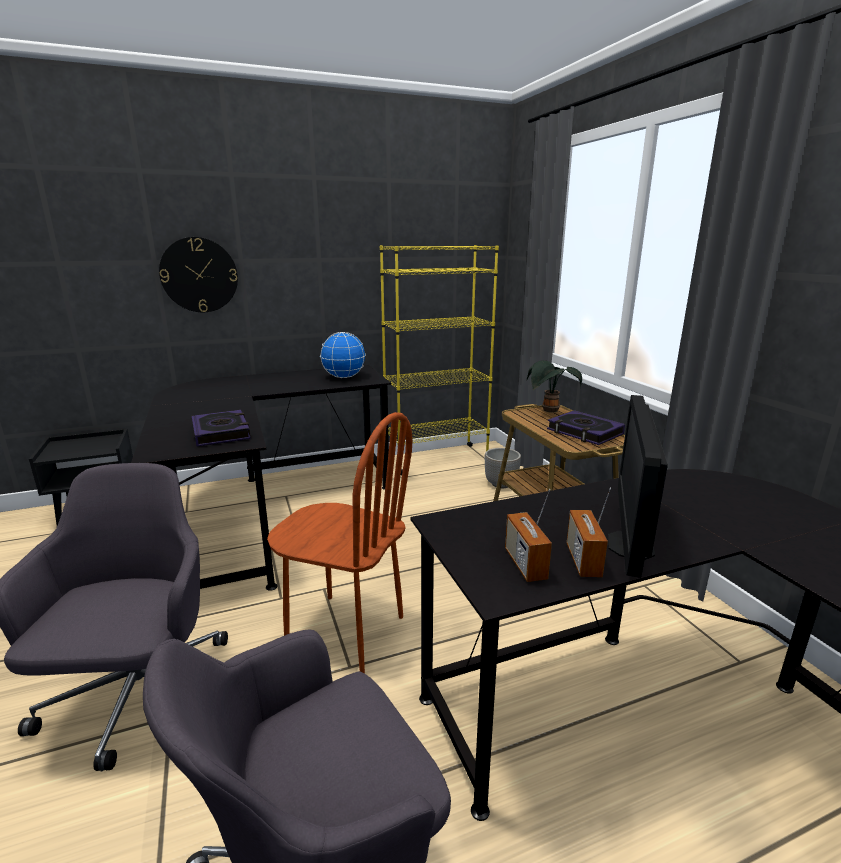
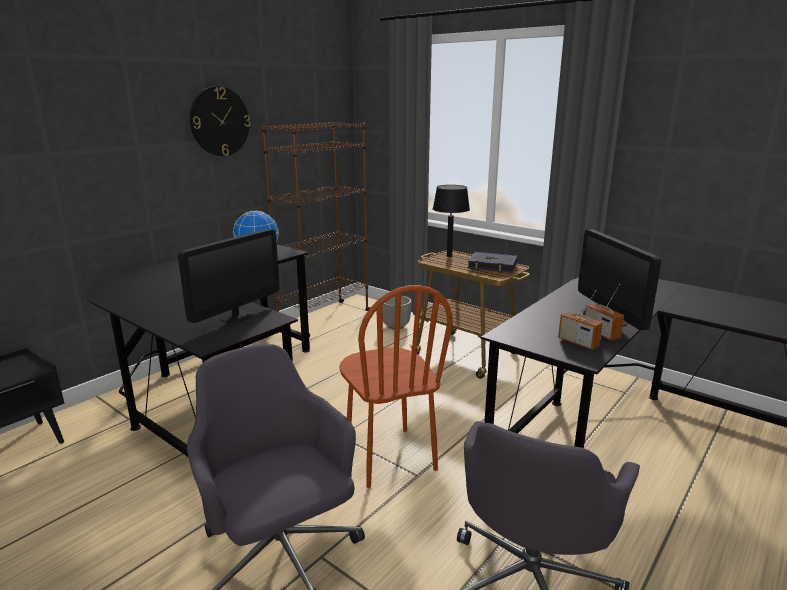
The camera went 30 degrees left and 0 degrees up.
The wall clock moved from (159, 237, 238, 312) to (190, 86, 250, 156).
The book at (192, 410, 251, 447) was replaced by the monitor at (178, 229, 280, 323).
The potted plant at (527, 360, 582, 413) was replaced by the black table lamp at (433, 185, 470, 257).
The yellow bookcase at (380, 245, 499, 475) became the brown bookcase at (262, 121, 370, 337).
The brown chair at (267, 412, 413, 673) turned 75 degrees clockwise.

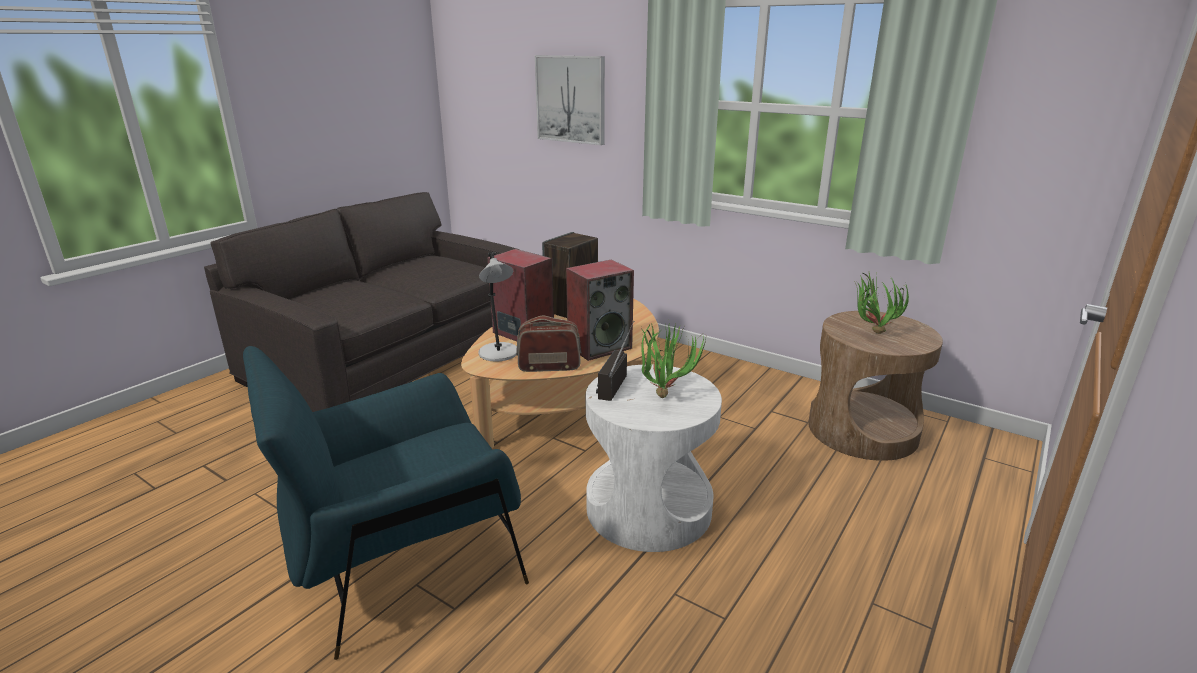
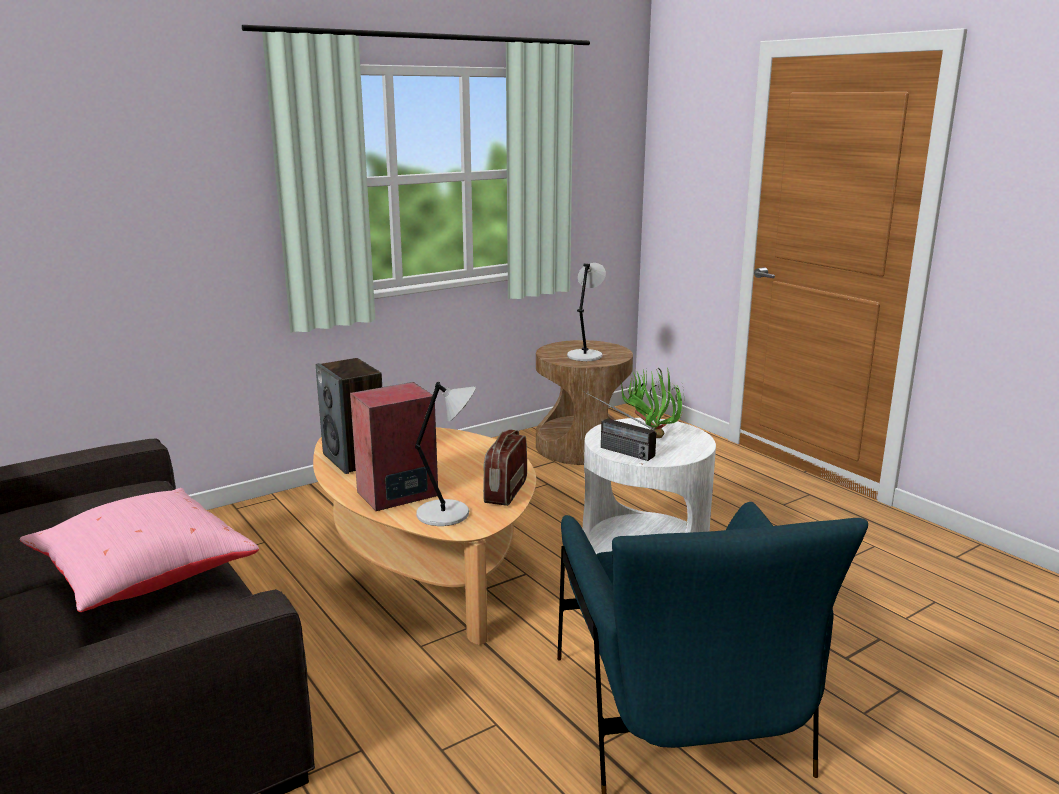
The camera went 70 degrees left and 5 degrees down.
The picture at (535, 55, 605, 145) disappeared.
The speaker at (566, 259, 634, 361) disappeared.
The pink pillow at (20, 488, 259, 612) appeared.
The potted plant at (853, 273, 909, 334) was replaced by the grey table lamp at (567, 263, 606, 361).

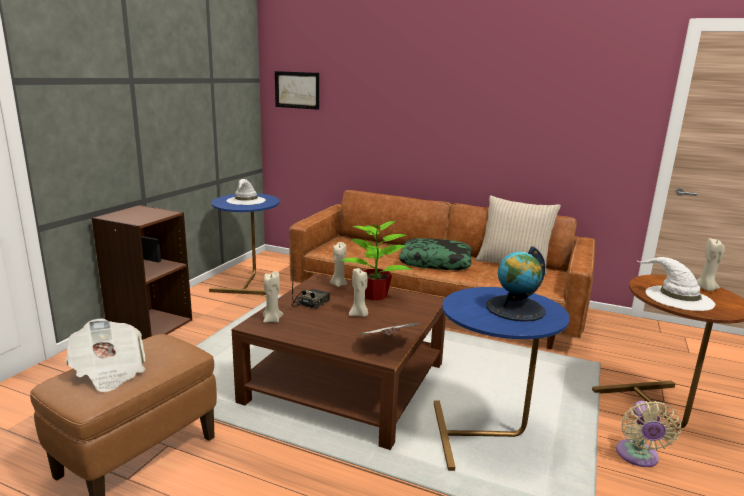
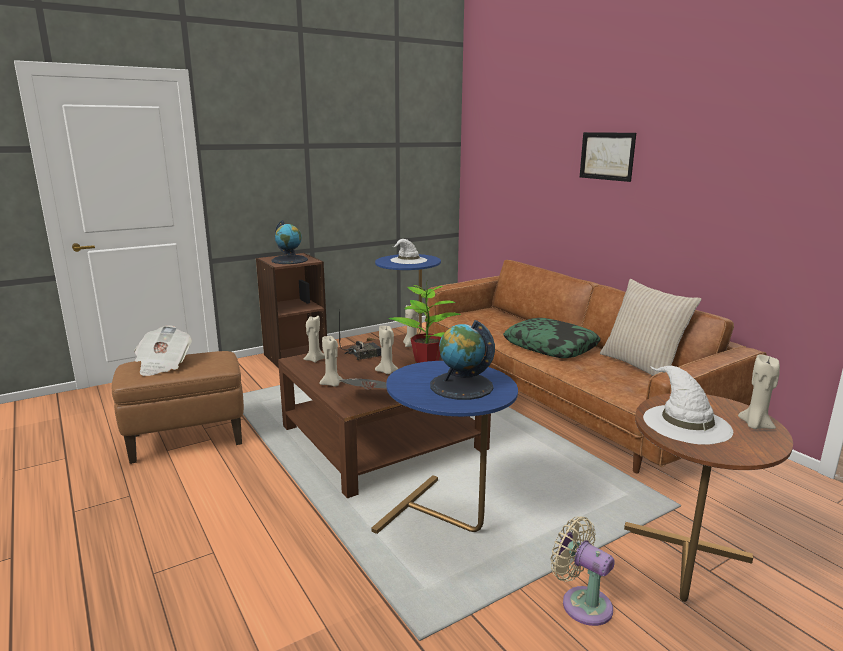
The camera went 35 degrees right and 0 degrees up.
The globe at (271, 220, 308, 264) appeared.
The beige candle at (319, 336, 343, 386) appeared.
The picture moved from (275, 71, 319, 110) to (580, 132, 636, 182).
The beige fan at (616, 401, 681, 467) turned 90 degrees clockwise.

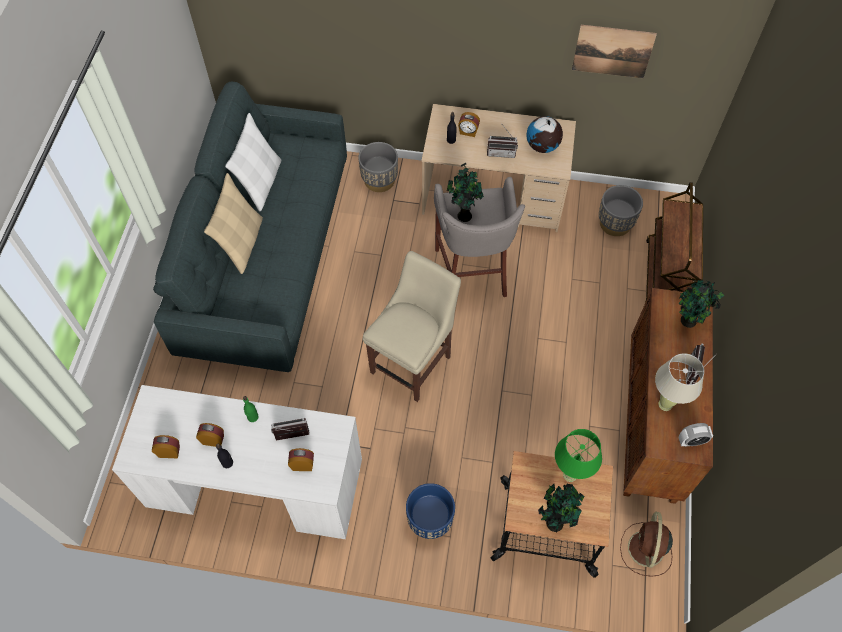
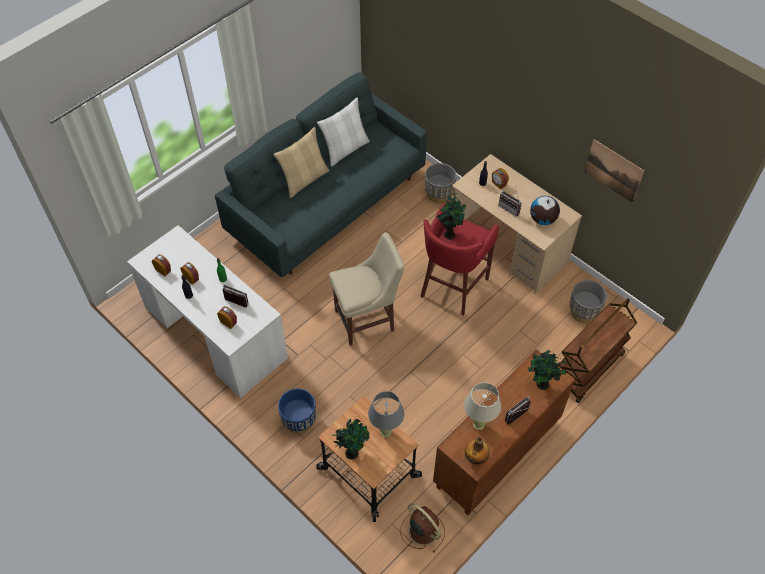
The camera went 35 degrees right and 5 degrees down.
The alarm clock at (678, 423, 713, 447) was replaced by the bottle at (465, 437, 490, 464).
The grey stool at (434, 177, 525, 297) became the red stool at (420, 203, 499, 316).
The green table lamp at (555, 429, 602, 482) became the grey table lamp at (368, 391, 404, 437).
The brown fan at (620, 512, 673, 577) turned 90 degrees clockwise.

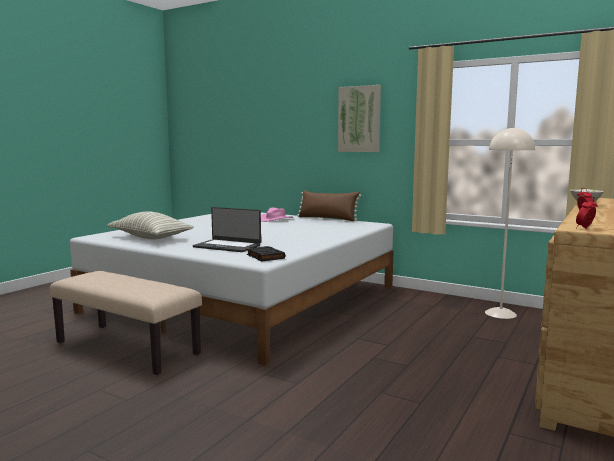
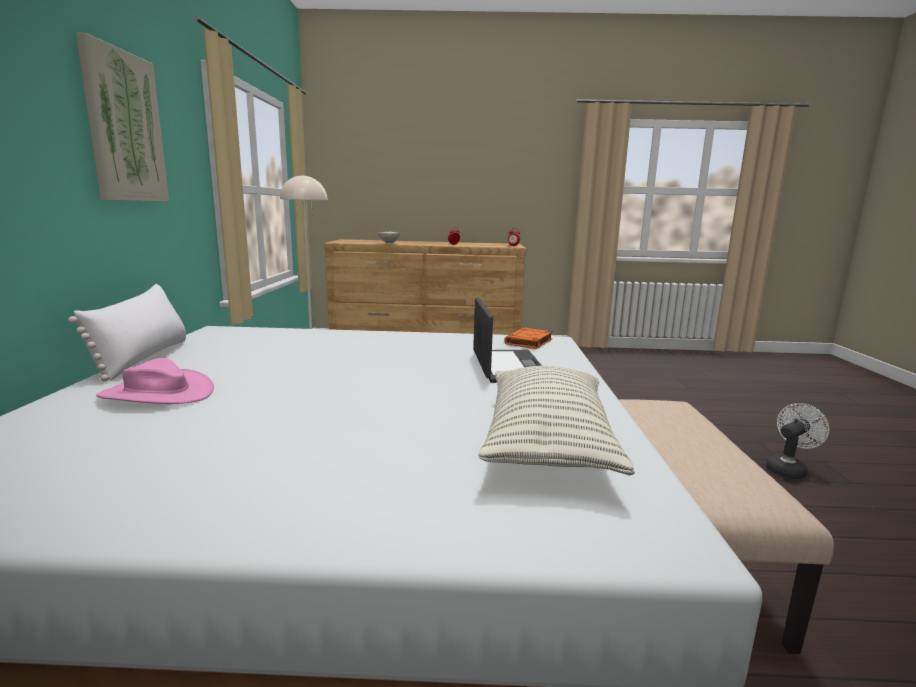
The camera went 120 degrees left and 5 degrees up.
The white fan at (766, 403, 829, 479) appeared.
The black book at (247, 246, 286, 261) became the orange book at (504, 328, 553, 349).
The brown pillow at (297, 190, 361, 221) became the white pillow at (68, 284, 186, 382).

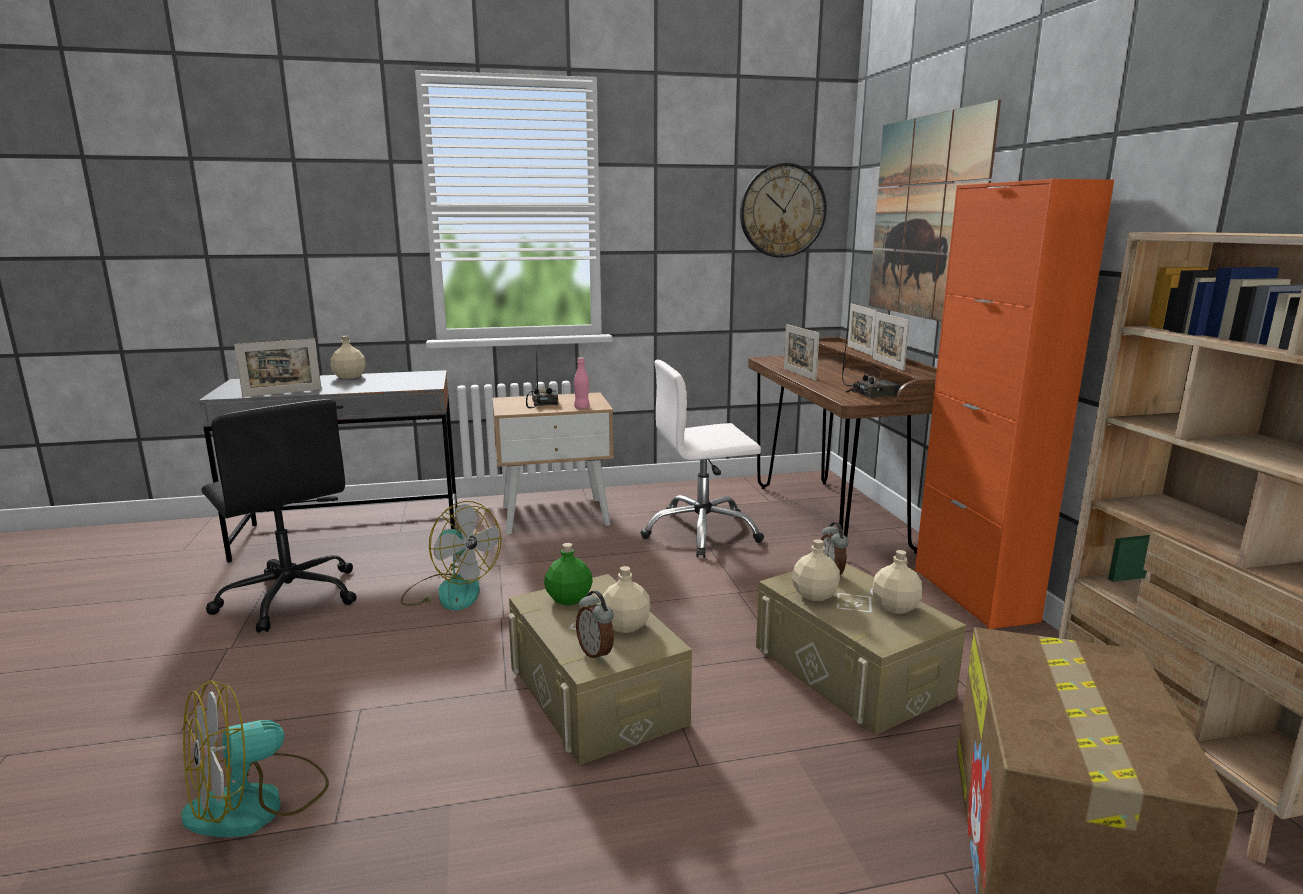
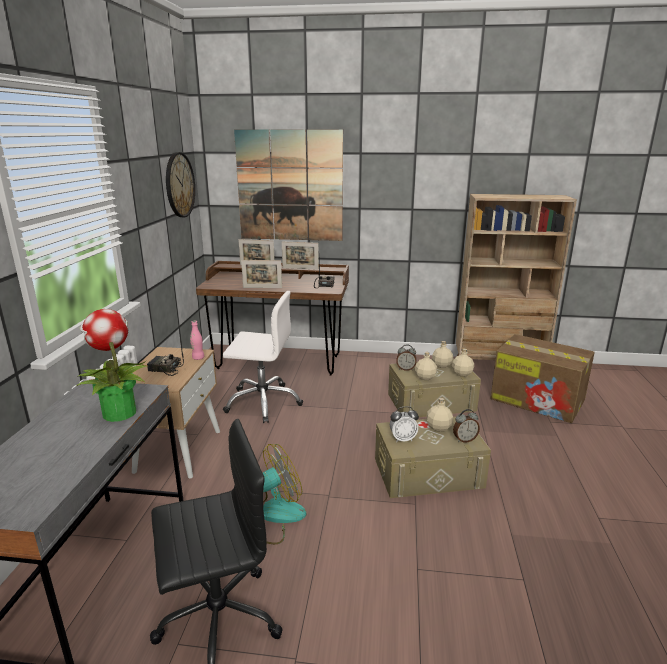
The camera went 70 degrees left and 5 degrees up.
The fan at (181, 680, 329, 838) disappeared.
The picture frame at (234, 339, 321, 397) disappeared.
The orange cabinet at (915, 179, 1114, 629) disappeared.
The potted plant at (77, 309, 148, 422) appeared.
The beige bottle moved from (330, 336, 366, 379) to (452, 348, 474, 377).
The green bottle at (544, 543, 593, 605) was replaced by the alarm clock at (390, 406, 419, 442).
The white office chair at (640, 360, 764, 558) turned 90 degrees counterclockwise.

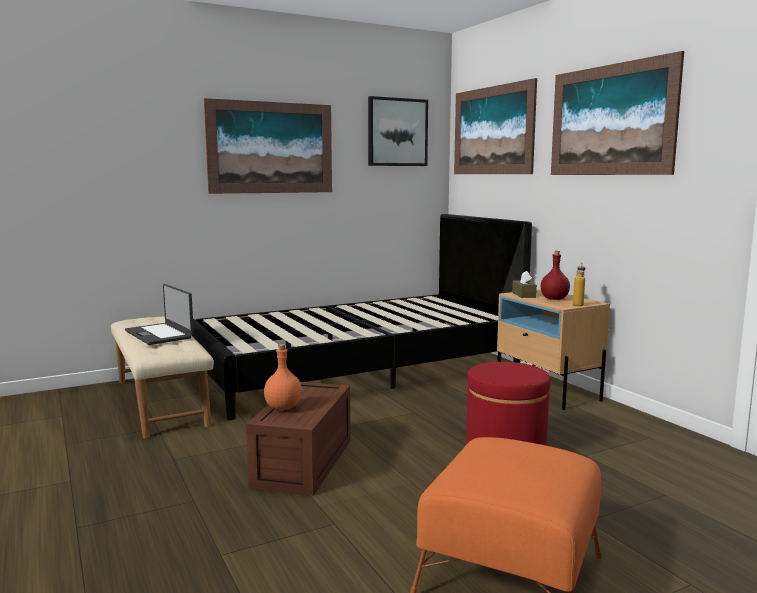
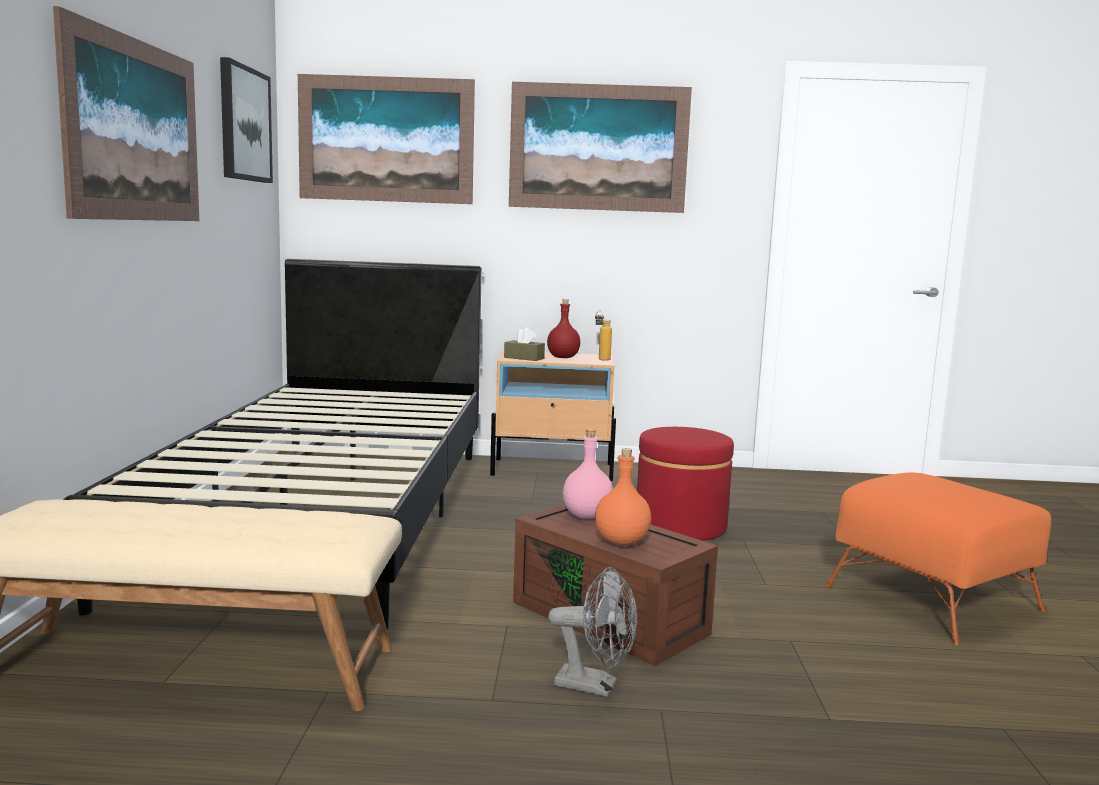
The camera went 60 degrees left and 0 degrees up.
The laptop at (125, 284, 194, 345) disappeared.
The grey fan at (548, 567, 637, 697) appeared.
The pink bottle at (563, 429, 613, 519) appeared.

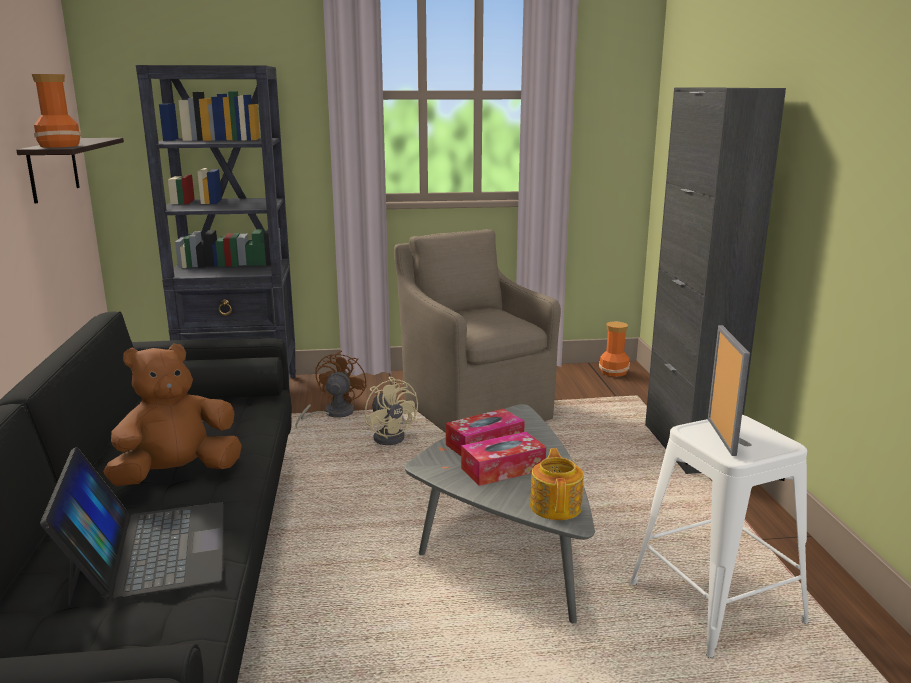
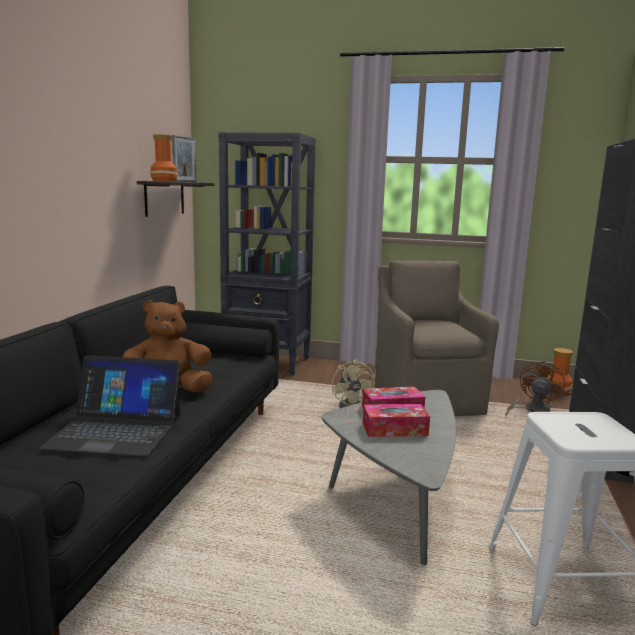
The camera went 20 degrees right and 5 degrees down.
The teapot at (530, 448, 584, 520) disappeared.
The brown fan moved from (295, 351, 367, 428) to (506, 360, 565, 415).
The picture frame moved from (708, 325, 750, 456) to (172, 135, 196, 182).
The laptop at (40, 447, 223, 606) turned 90 degrees clockwise.

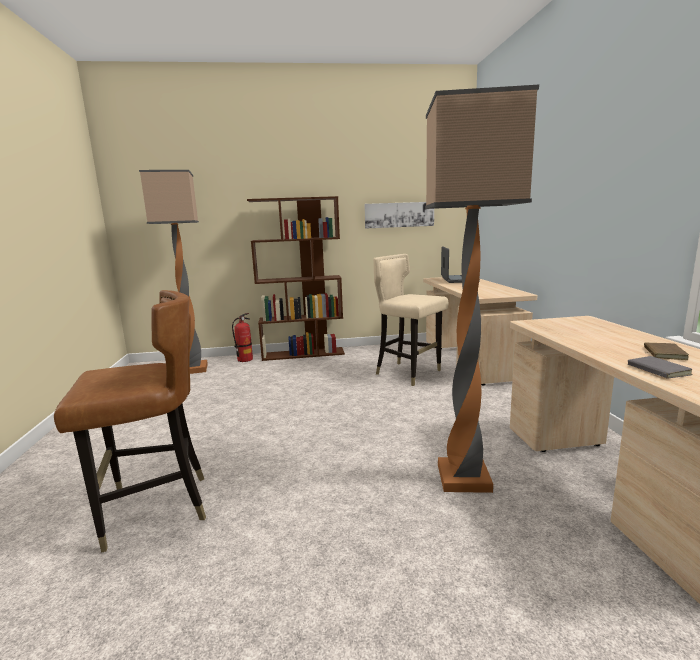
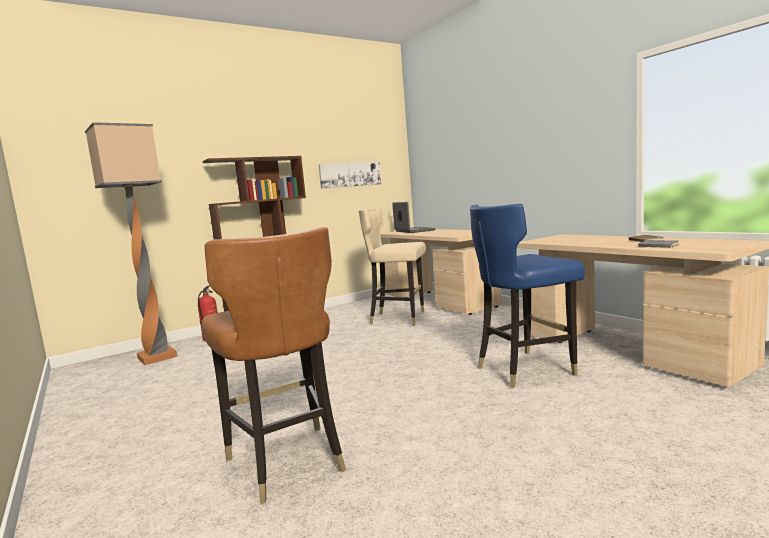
The camera went 25 degrees left and 5 degrees down.
The floor lamp at (425, 85, 539, 493) was replaced by the blue chair at (470, 204, 585, 388).
The brown chair at (54, 290, 206, 553) turned 105 degrees clockwise.

